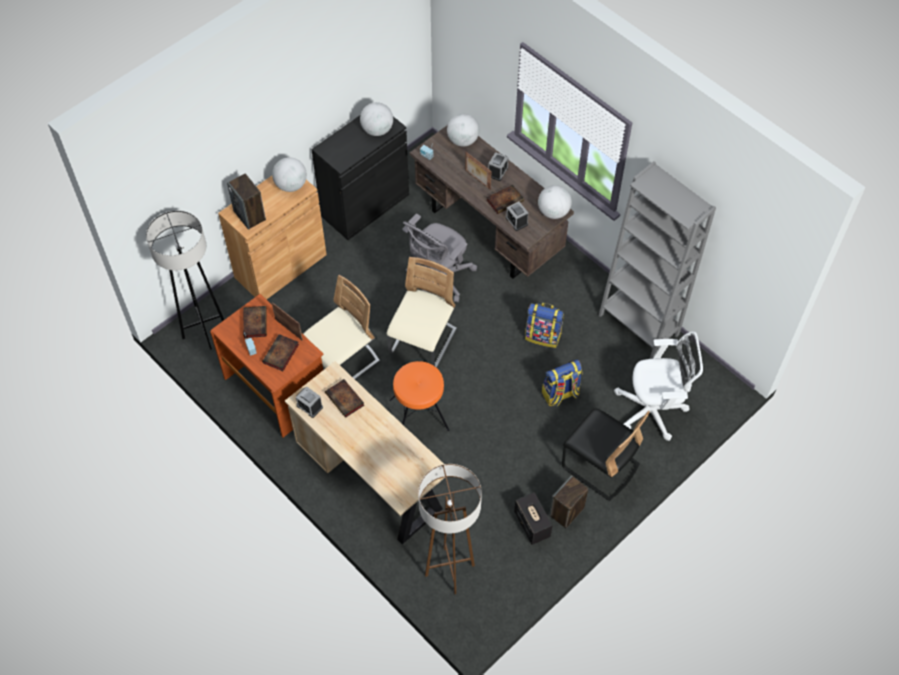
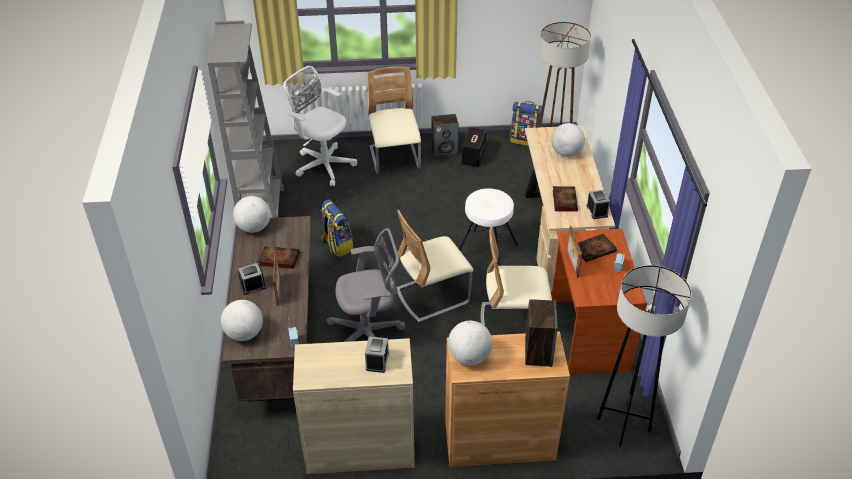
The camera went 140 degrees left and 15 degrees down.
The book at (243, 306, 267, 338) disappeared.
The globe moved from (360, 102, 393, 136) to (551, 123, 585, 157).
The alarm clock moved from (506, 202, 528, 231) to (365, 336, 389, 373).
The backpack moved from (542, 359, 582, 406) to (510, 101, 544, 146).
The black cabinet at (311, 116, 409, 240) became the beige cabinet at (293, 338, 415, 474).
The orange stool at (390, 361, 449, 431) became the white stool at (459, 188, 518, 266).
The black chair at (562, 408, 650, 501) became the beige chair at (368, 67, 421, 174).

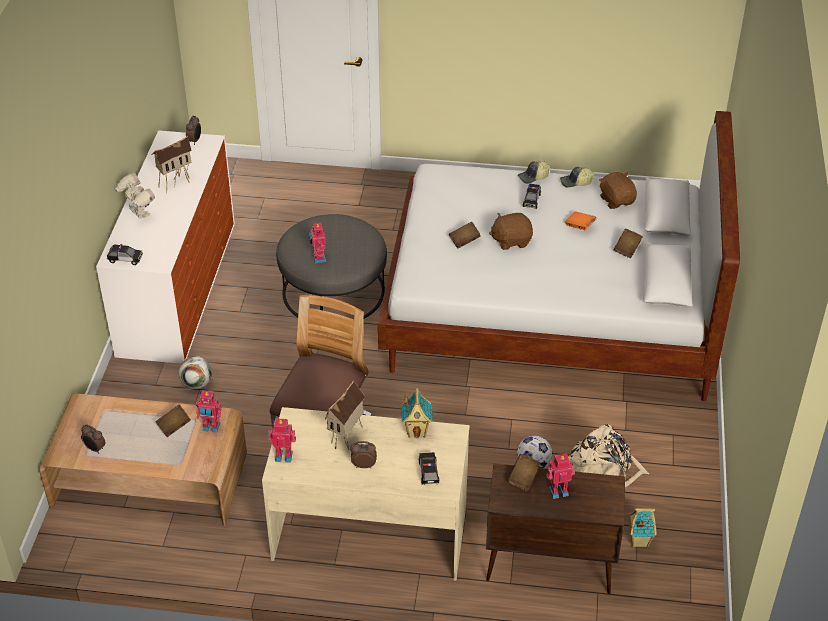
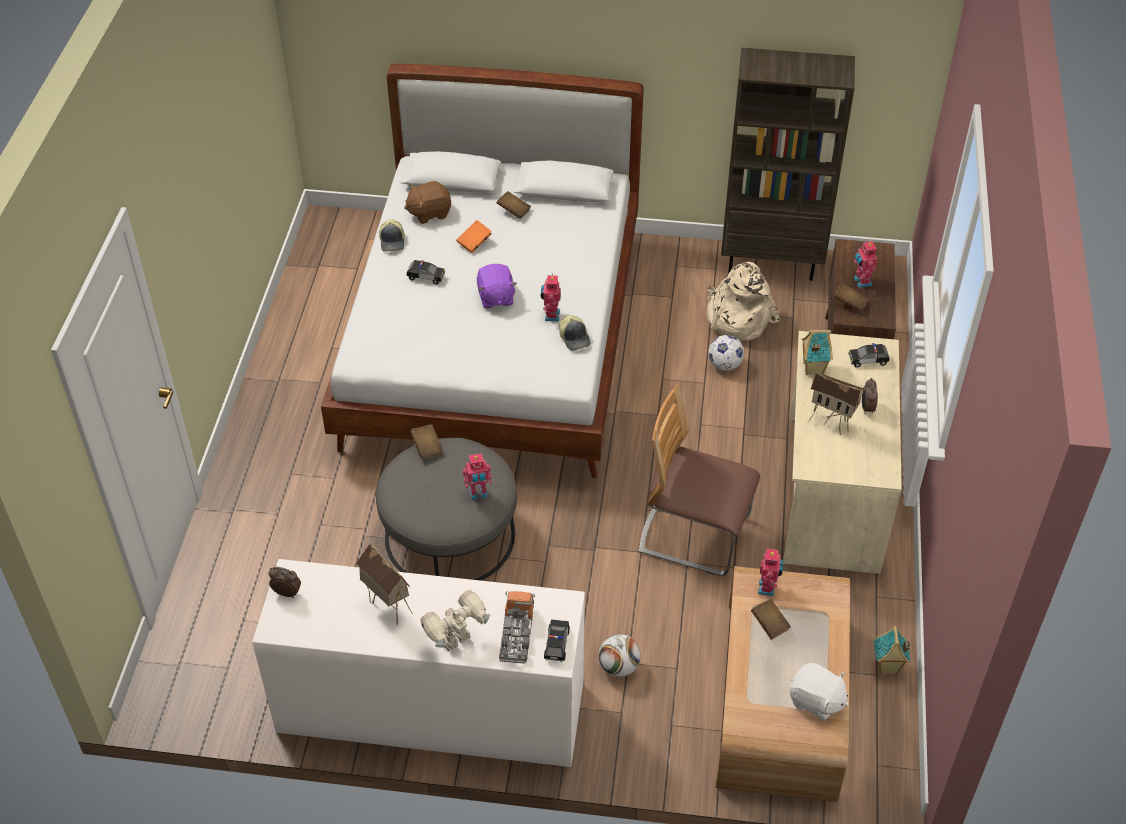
The camera went 90 degrees left and 5 degrees up.
The toy truck at (499, 591, 535, 664) appeared.
The brown bookcase at (721, 48, 855, 281) appeared.
The toy robot moved from (268, 419, 296, 463) to (541, 273, 561, 321).
The brown book moved from (449, 222, 481, 248) to (410, 424, 443, 459).
The cap moved from (518, 161, 550, 184) to (559, 315, 590, 351).
The toy house moved from (628, 508, 657, 548) to (874, 625, 910, 675).
The alarm clock at (81, 424, 106, 454) was replaced by the white plush toy at (789, 663, 849, 721).
The brown plush toy at (489, 213, 533, 250) became the purple plush toy at (477, 264, 517, 308).

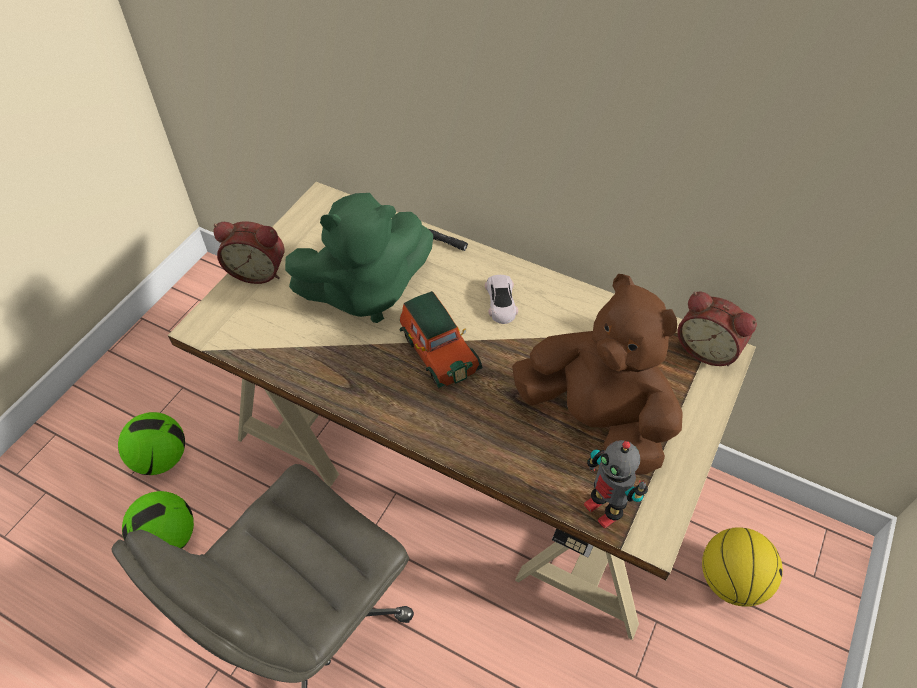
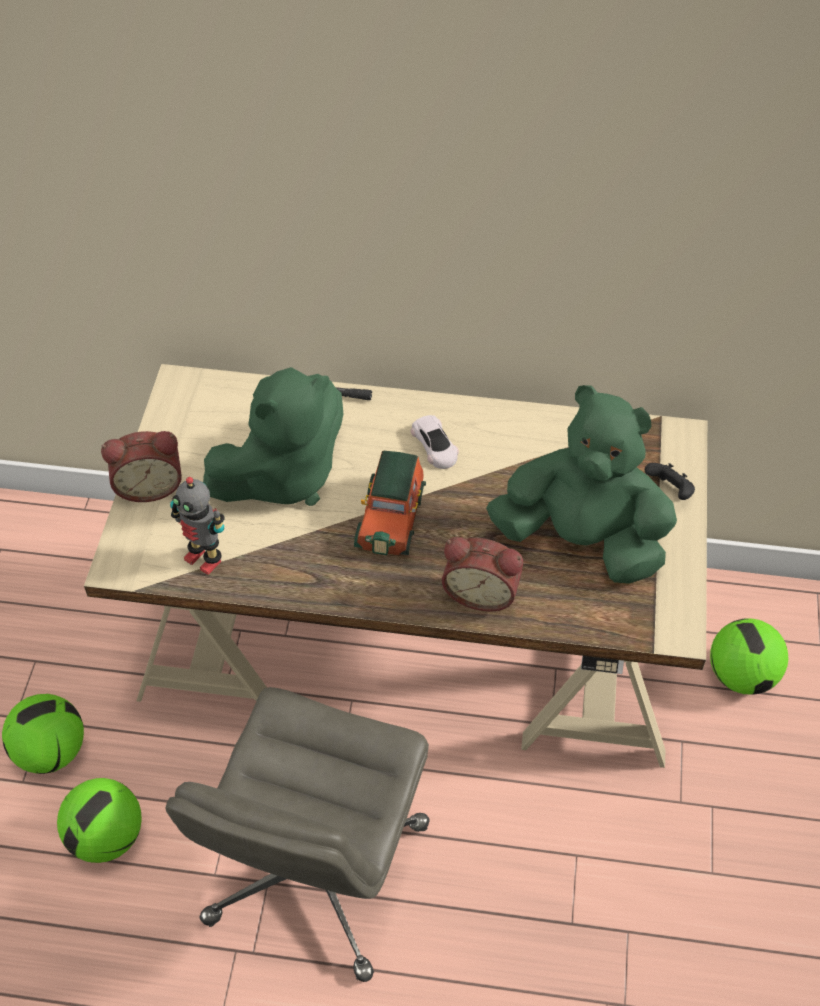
The camera went 20 degrees left and 0 degrees up.
The black game controller at (645, 463, 695, 500) appeared.
The toy robot moved from (584, 440, 648, 529) to (170, 477, 225, 575).
The alarm clock moved from (677, 292, 757, 366) to (442, 537, 523, 611).
The basketball at (702, 527, 783, 607) was replaced by the football at (710, 618, 788, 695).
The brown plush toy at (512, 274, 683, 475) became the green plush toy at (486, 385, 677, 584).
The toy car at (400, 291, 482, 388) turned 60 degrees clockwise.

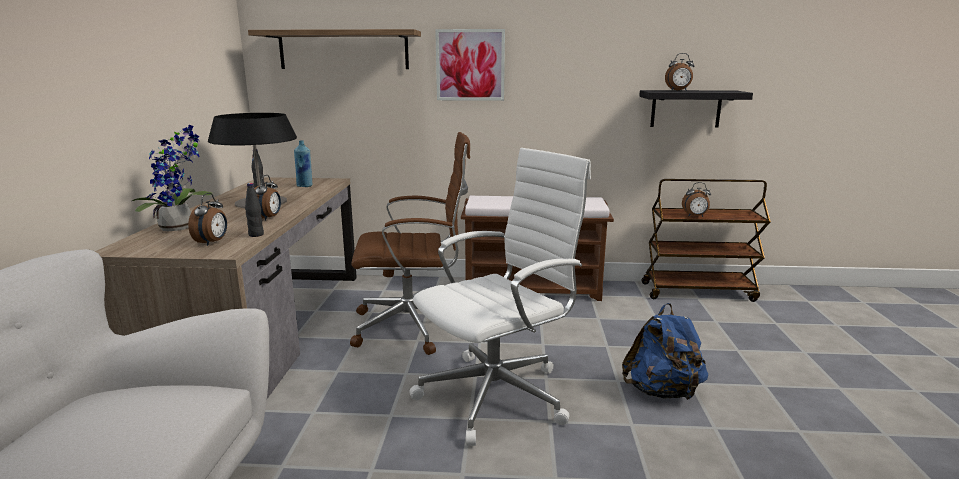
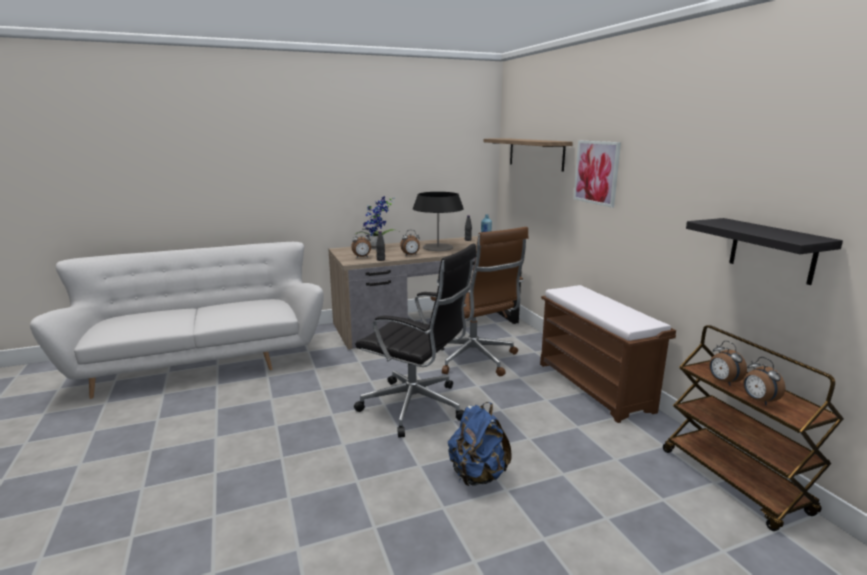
The camera went 65 degrees right and 0 degrees up.
The alarm clock moved from (665, 53, 694, 91) to (743, 357, 785, 405).
The white office chair at (409, 148, 591, 446) became the black office chair at (354, 243, 477, 438).

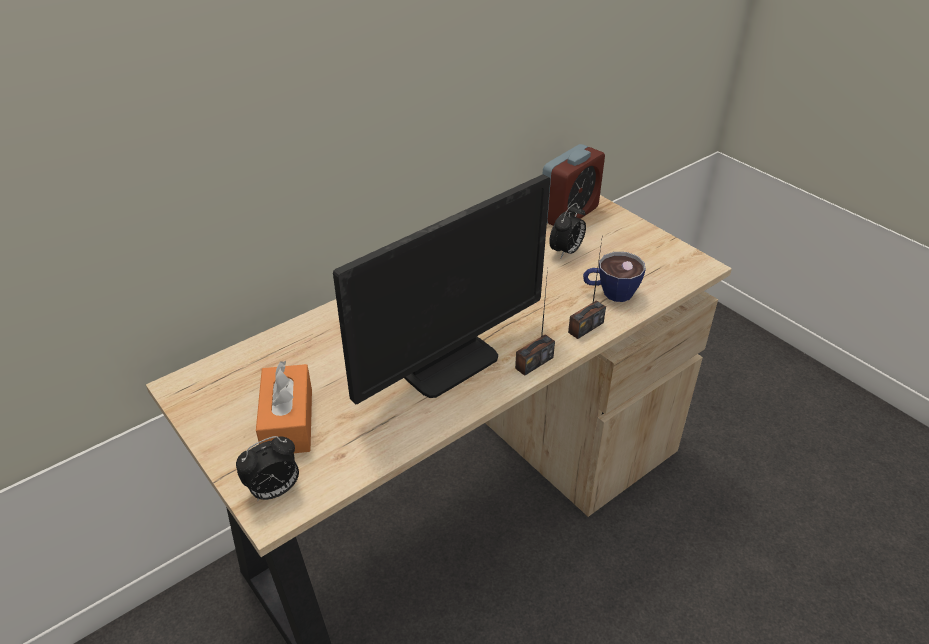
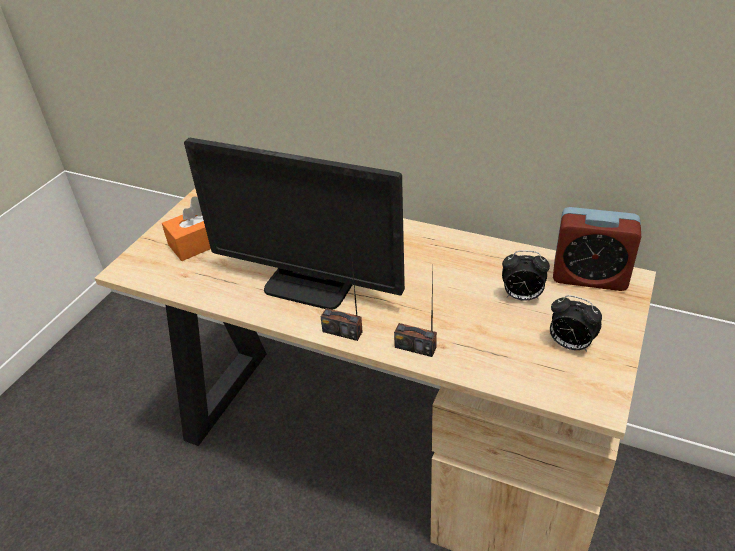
The camera went 65 degrees right and 0 degrees up.
The cup at (583, 252, 646, 302) disappeared.
The alarm clock moved from (236, 436, 299, 501) to (550, 295, 602, 352).

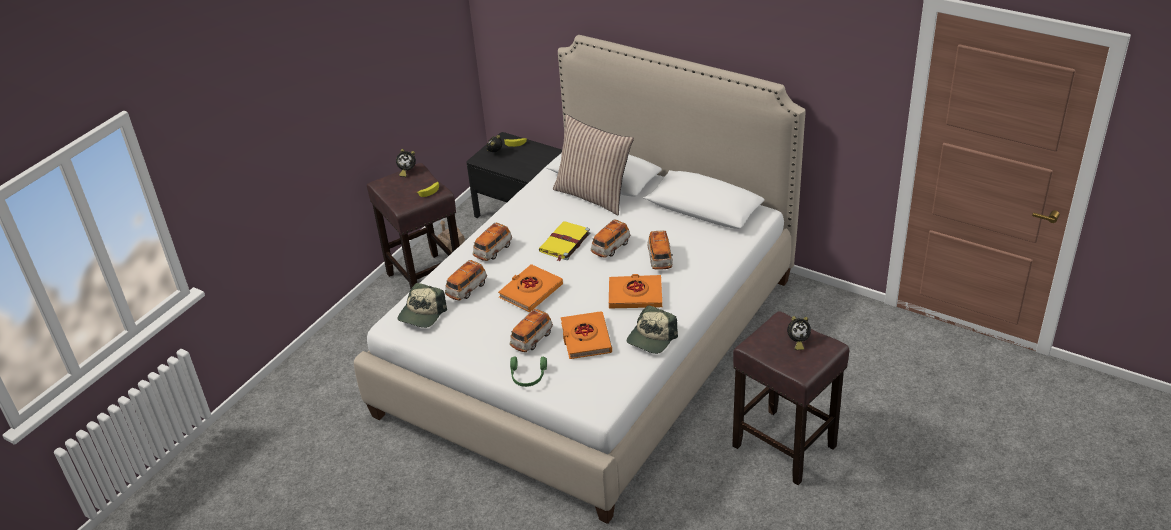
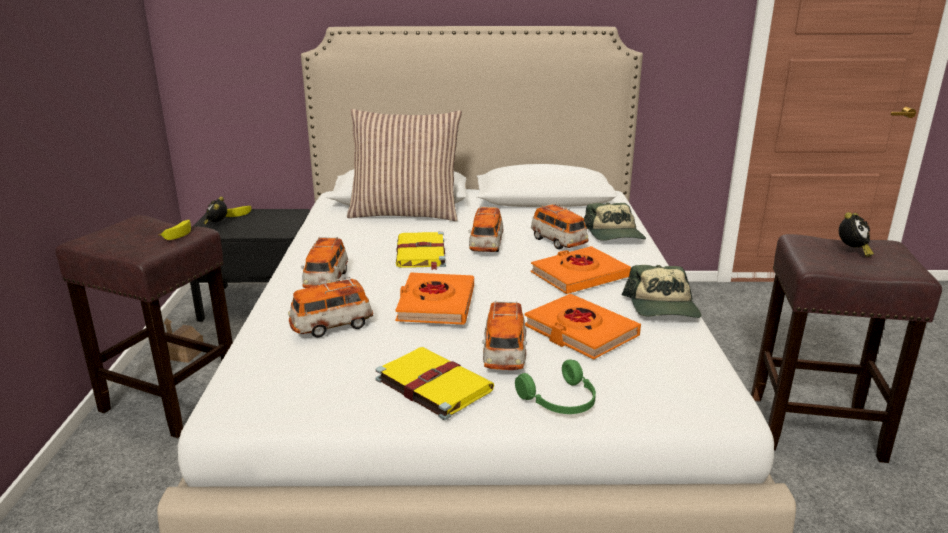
The camera went 35 degrees left and 15 degrees down.
The alarm clock at (396, 149, 416, 177) disappeared.
The yellow book at (375, 347, 494, 420) appeared.
The cap moved from (397, 283, 447, 328) to (584, 203, 646, 241).
The toy car at (445, 260, 487, 300) turned 60 degrees clockwise.

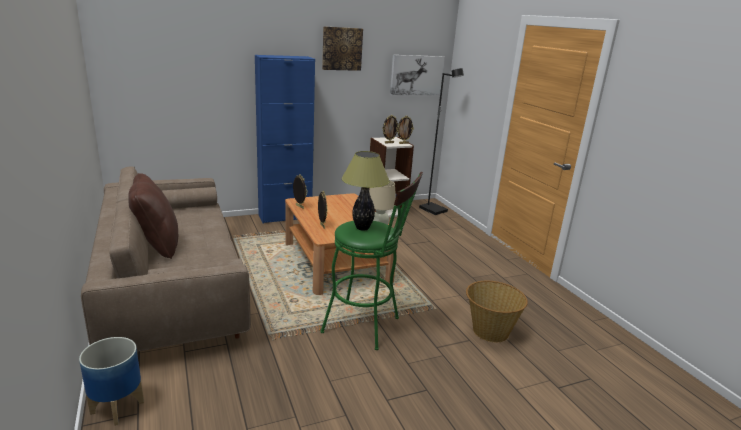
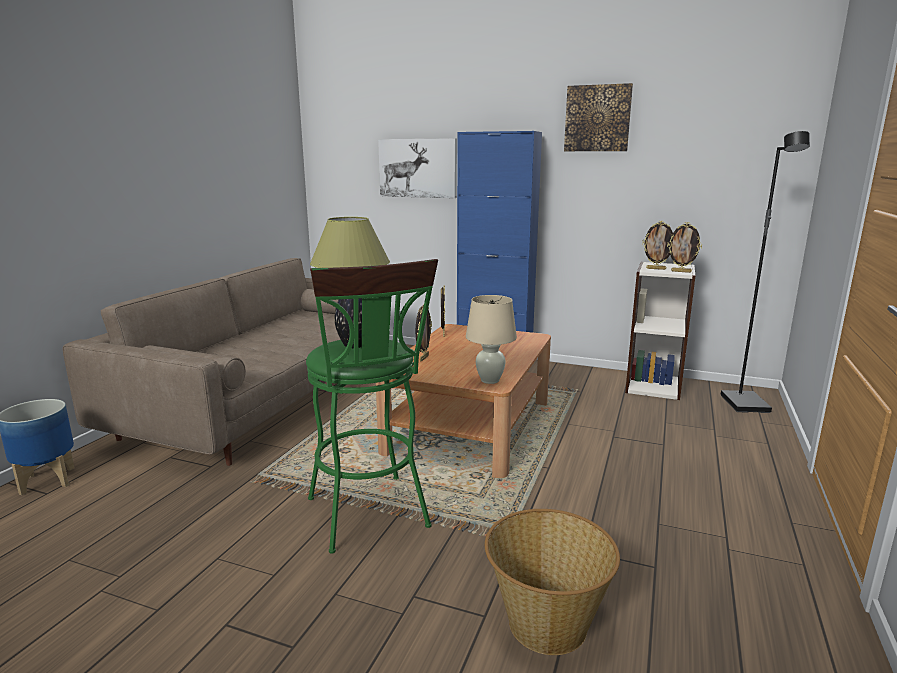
The camera went 45 degrees right and 5 degrees down.
The brown pillow at (128, 173, 178, 259) disappeared.
The picture moved from (390, 55, 445, 95) to (378, 138, 457, 198).

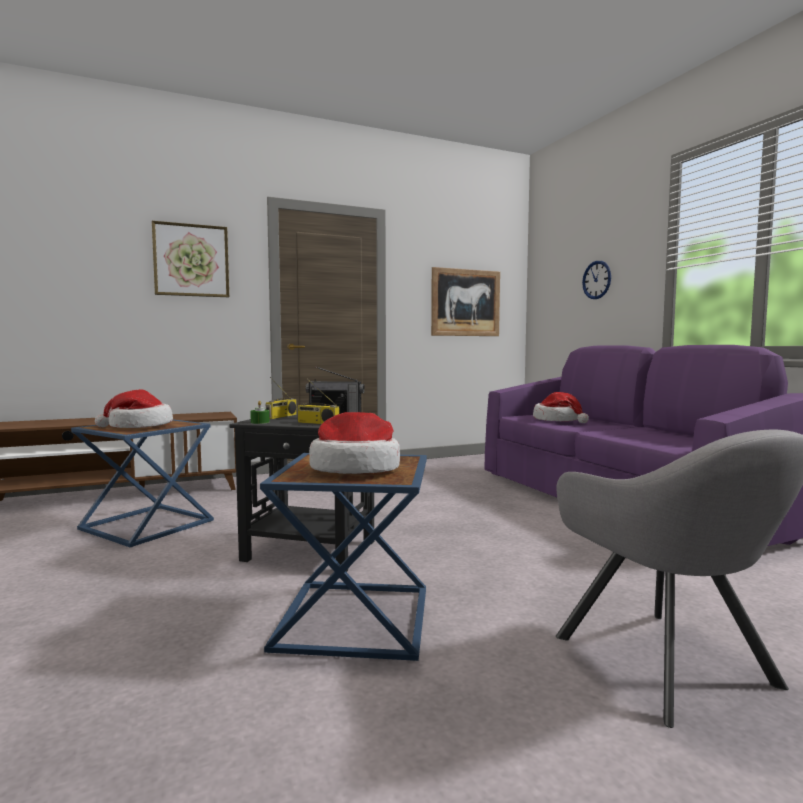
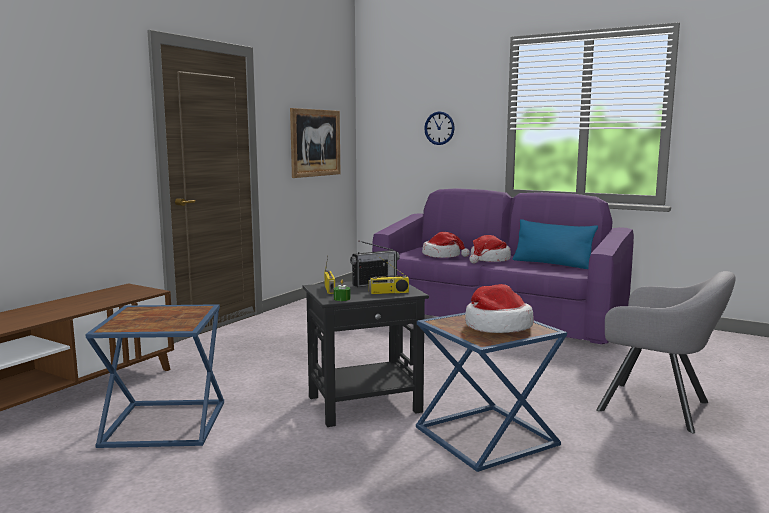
The camera went 35 degrees left and 5 degrees up.
The picture at (152, 221, 229, 297) disappeared.
The blue pillow at (513, 219, 598, 269) appeared.
The hat moved from (95, 389, 173, 428) to (469, 235, 511, 263).

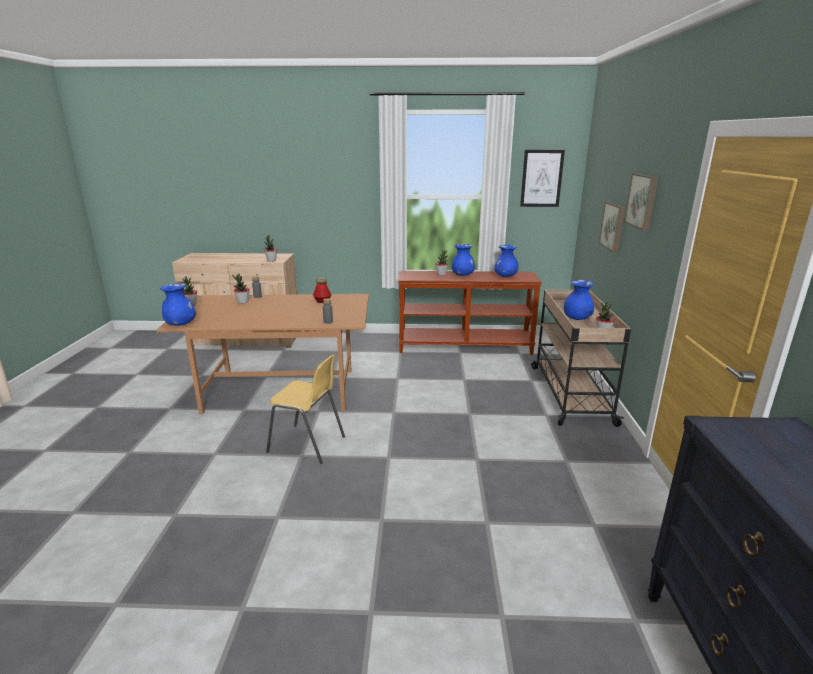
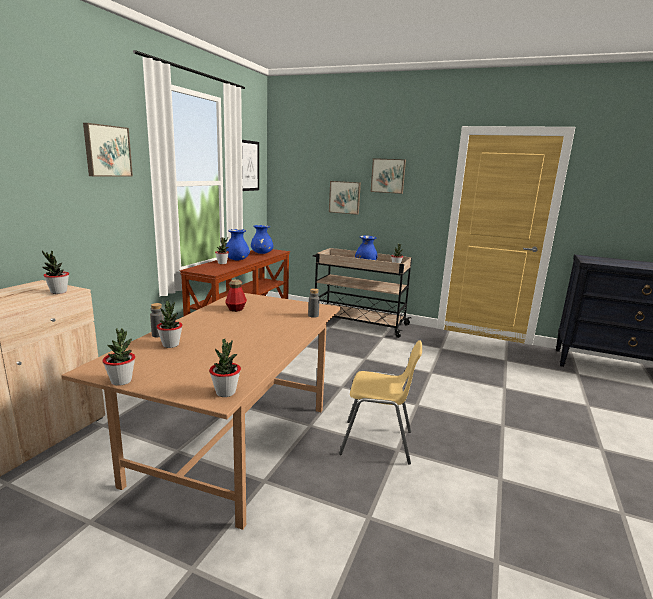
The camera went 70 degrees left and 5 degrees down.
The picture at (83, 123, 133, 177) appeared.
The blue vase at (160, 283, 196, 326) was replaced by the potted plant at (209, 339, 241, 397).
The yellow chair at (266, 355, 345, 464) turned 60 degrees clockwise.

